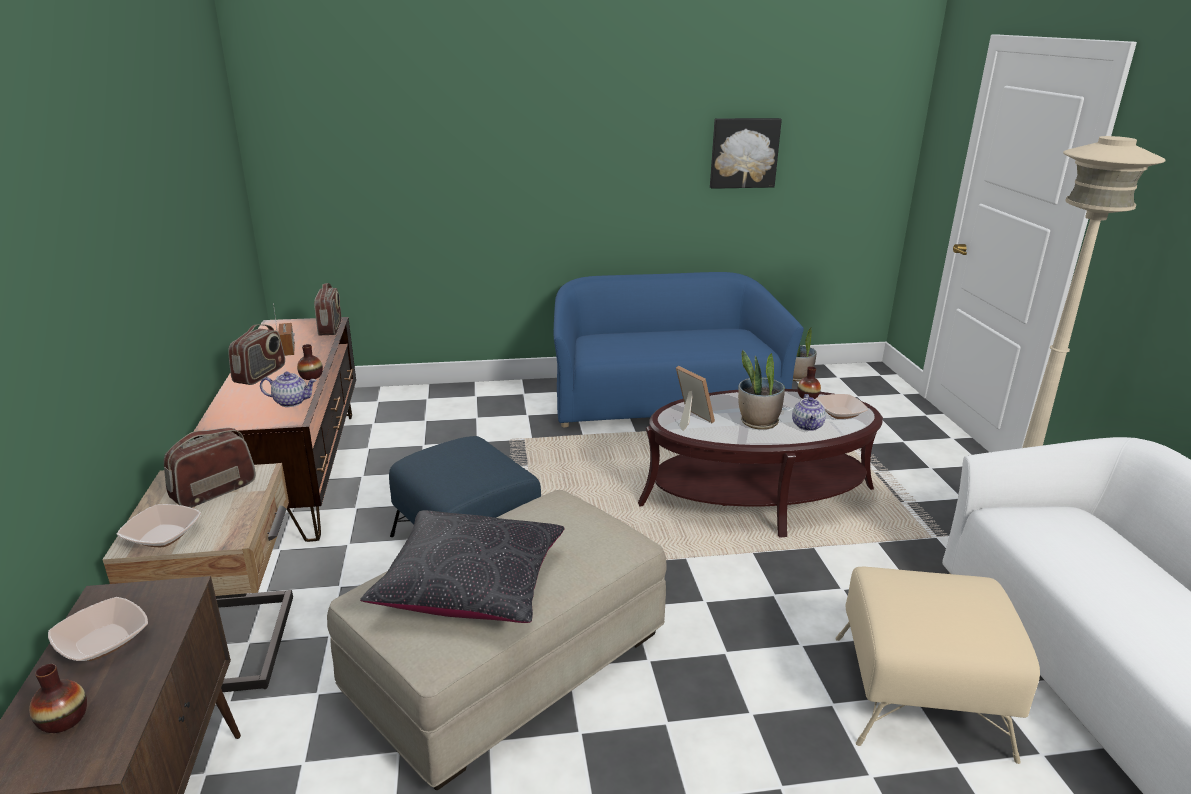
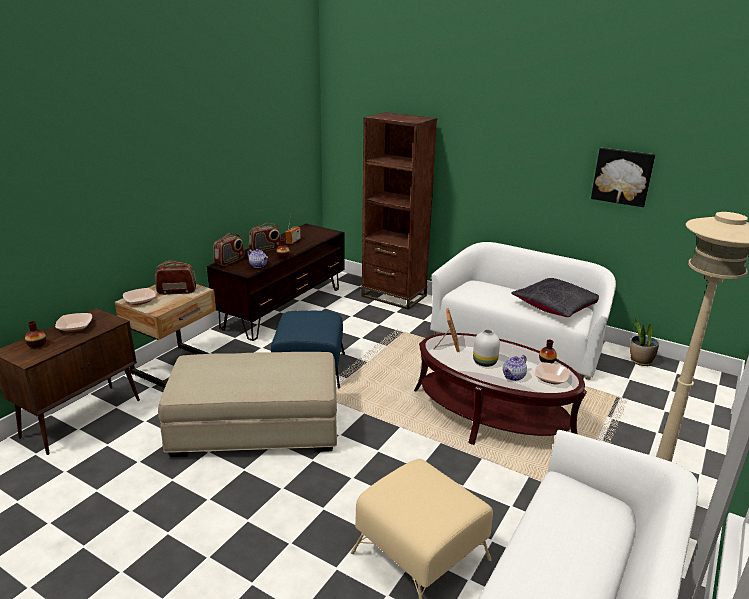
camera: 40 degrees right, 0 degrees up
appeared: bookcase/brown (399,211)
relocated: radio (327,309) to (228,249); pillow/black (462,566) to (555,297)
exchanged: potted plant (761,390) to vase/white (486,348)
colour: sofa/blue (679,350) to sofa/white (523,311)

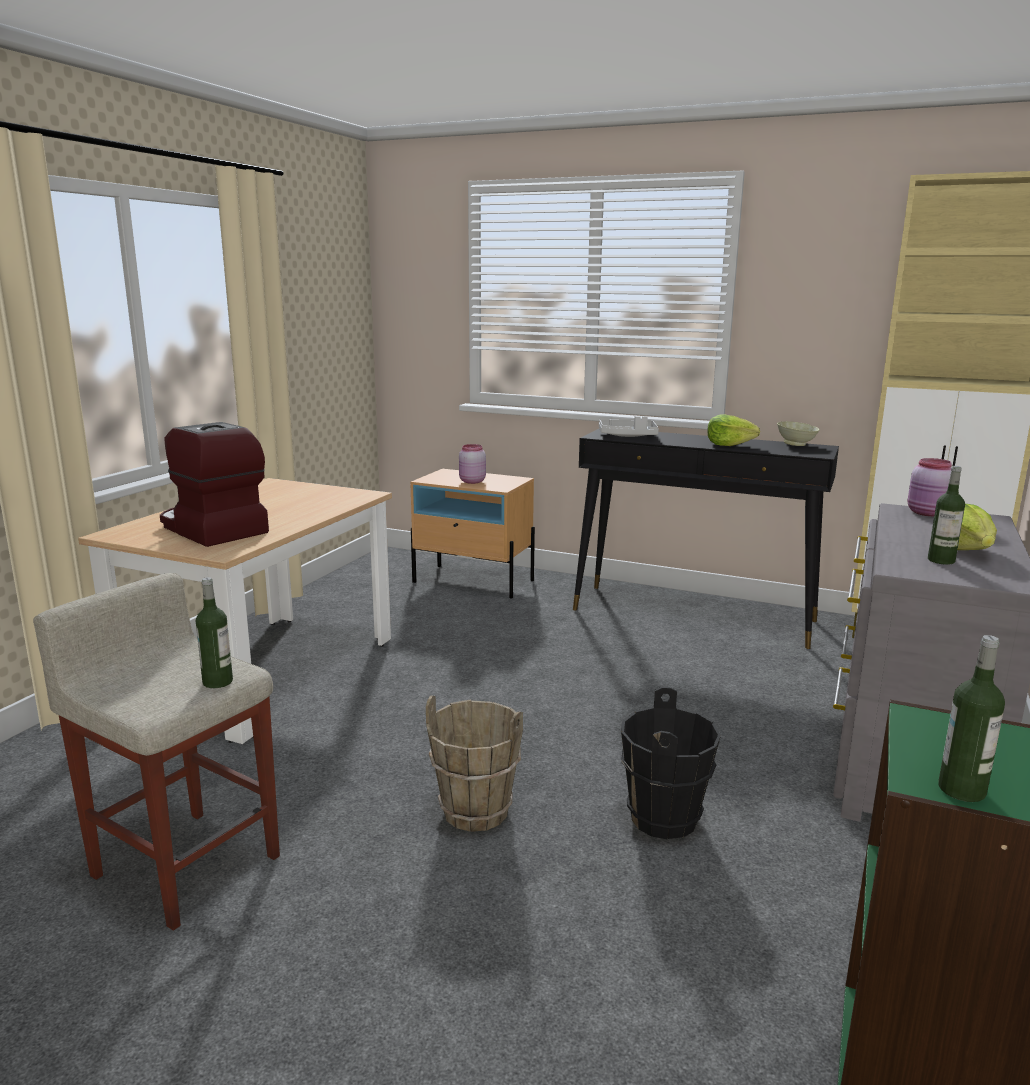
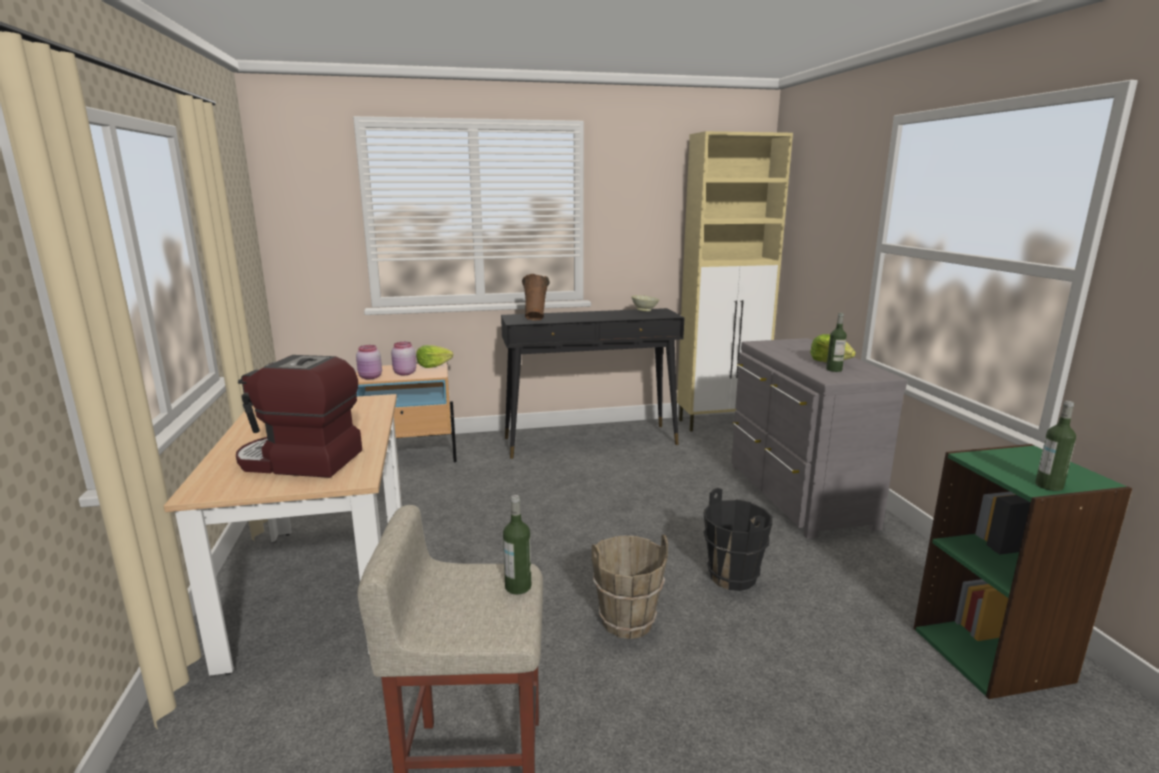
camera: 35 degrees left, 0 degrees up
relocated: lettuce (733,430) to (434,356); jar/pink (930,487) to (369,362)
exchanged: tray/grey (629,426) to vase/brown (536,297)

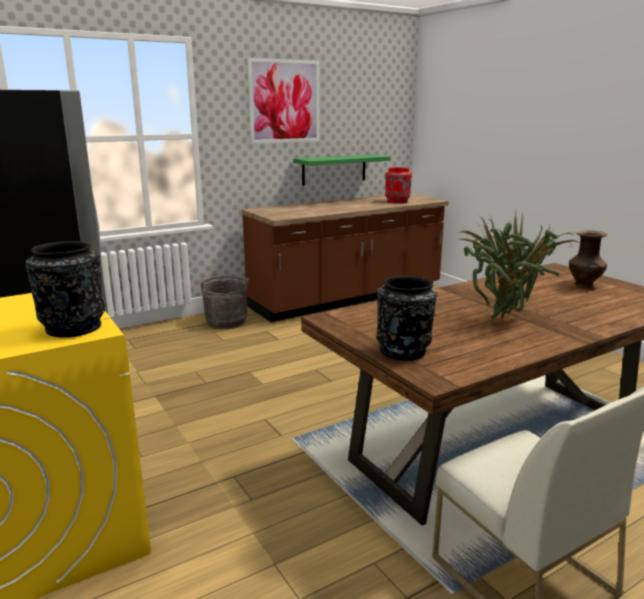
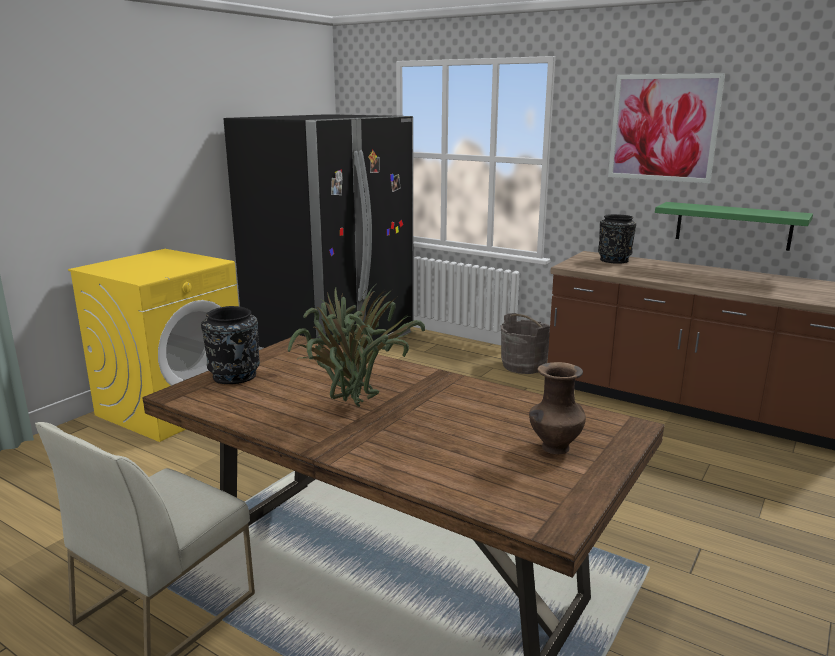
camera: 65 degrees right, 0 degrees up
missing: vase/red (398,185)
relocated: vase/black (65,289) to (617,239)

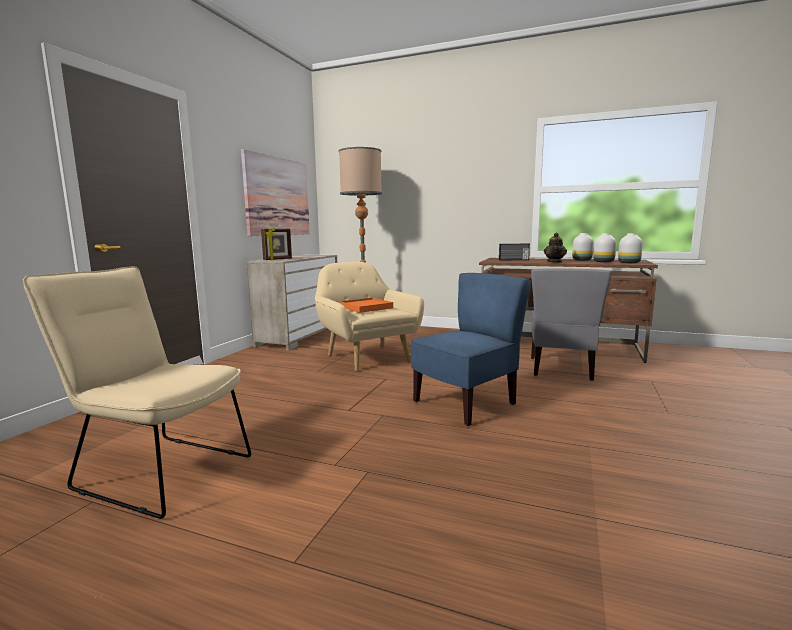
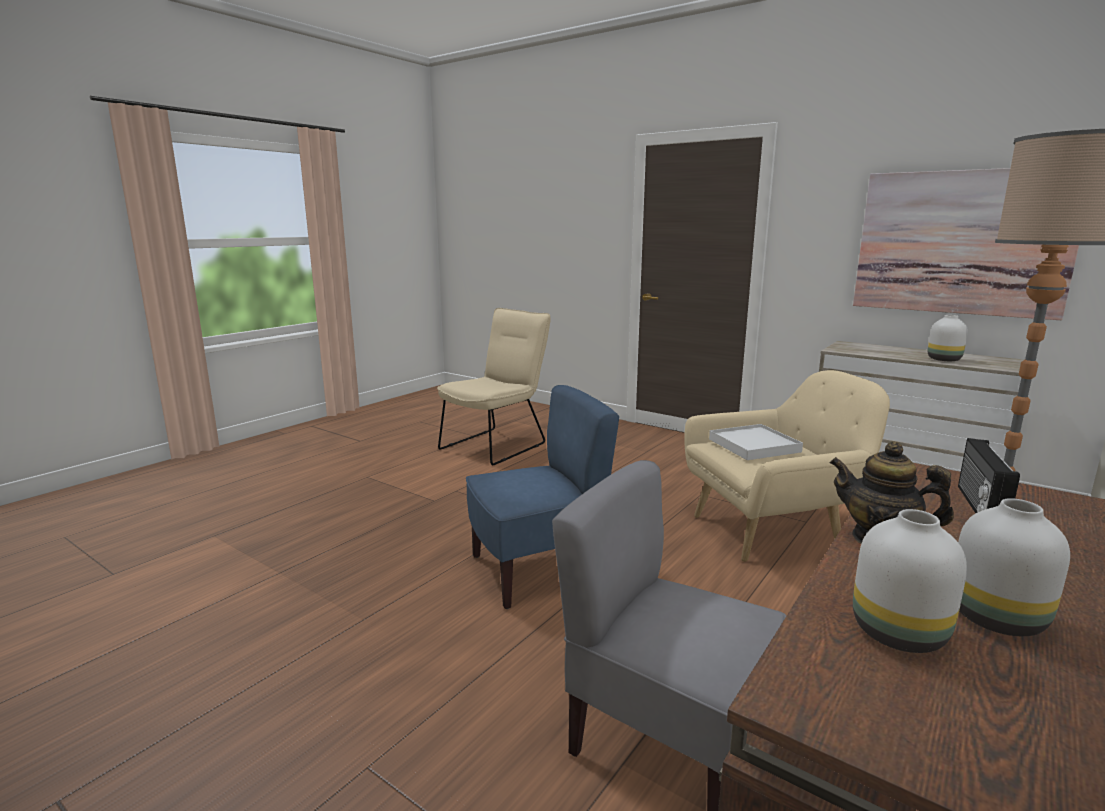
camera: 105 degrees right, 5 degrees up
missing: picture frame (276,244)
relocated: vase/white (630,248) to (948,338)
colour: tray/orange (366,305) to tray/white (756,442)
spun: chair/blue (471,349) = (542,497) 90 degrees counterclockwise

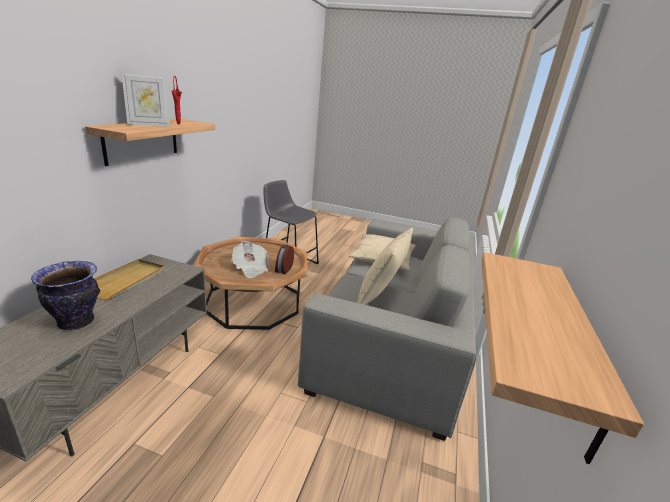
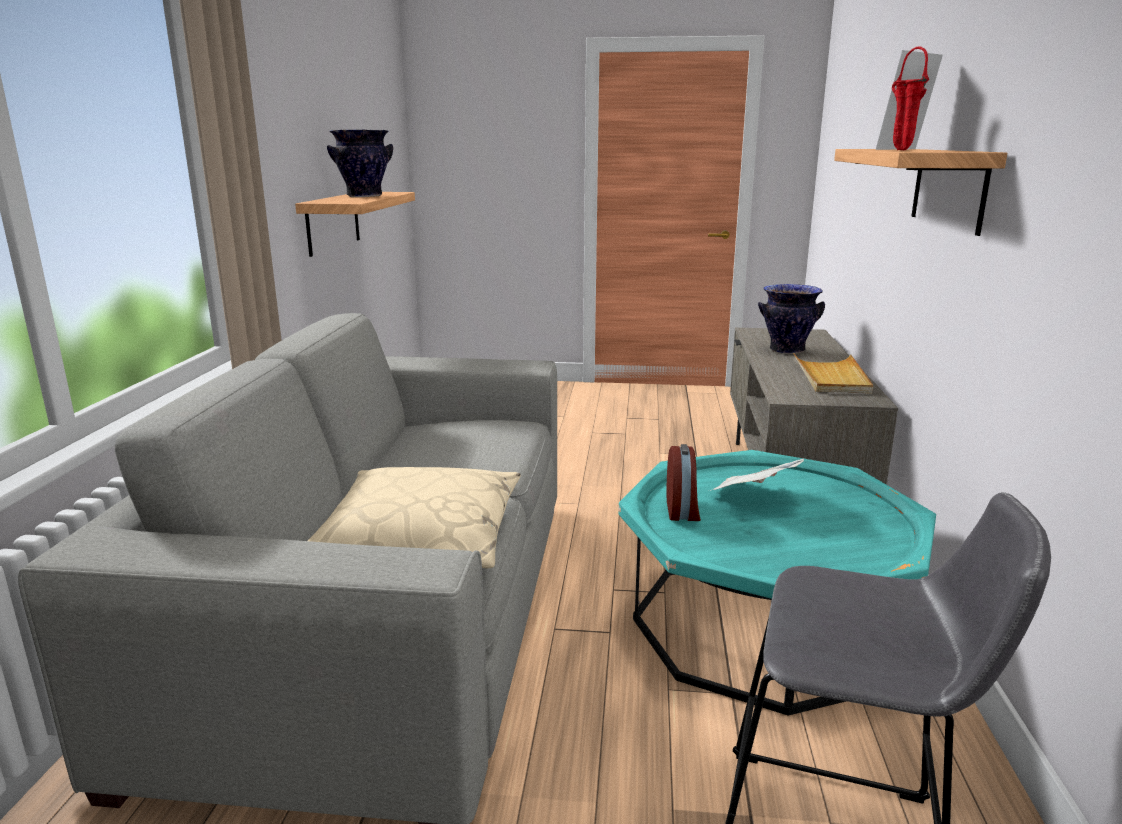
camera: 170 degrees right, 5 degrees down
missing: pillow/beige (385,266)
appeared: vase (360,163)
colour: coffee table/brown (250,283) to coffee table/turquoise (777,583)

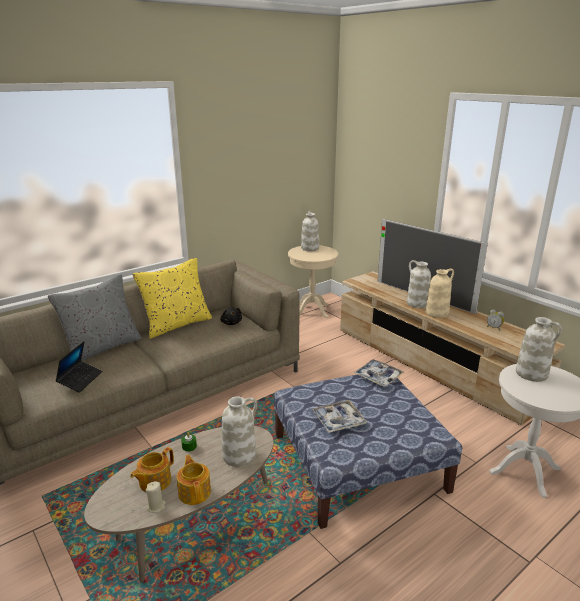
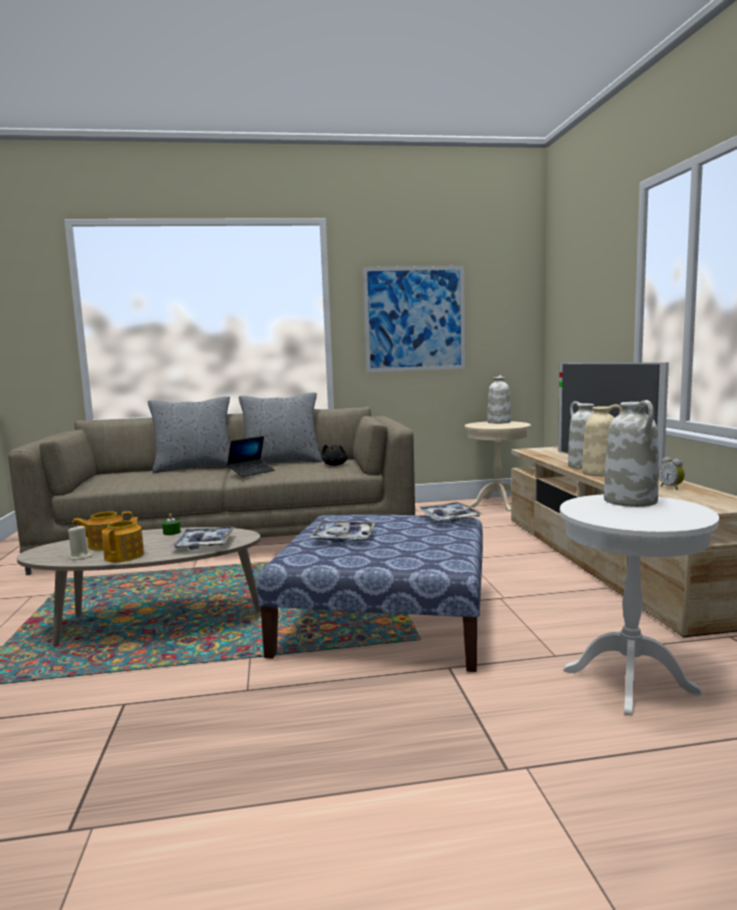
camera: 30 degrees right, 15 degrees down
appeared: picture (414,319)
relocated: laptop (78,367) to (251,456)
exchanged: vase/white (239,431) to tray (203,538)
colour: pillow/yellow (172,298) to pillow/grey (280,428)

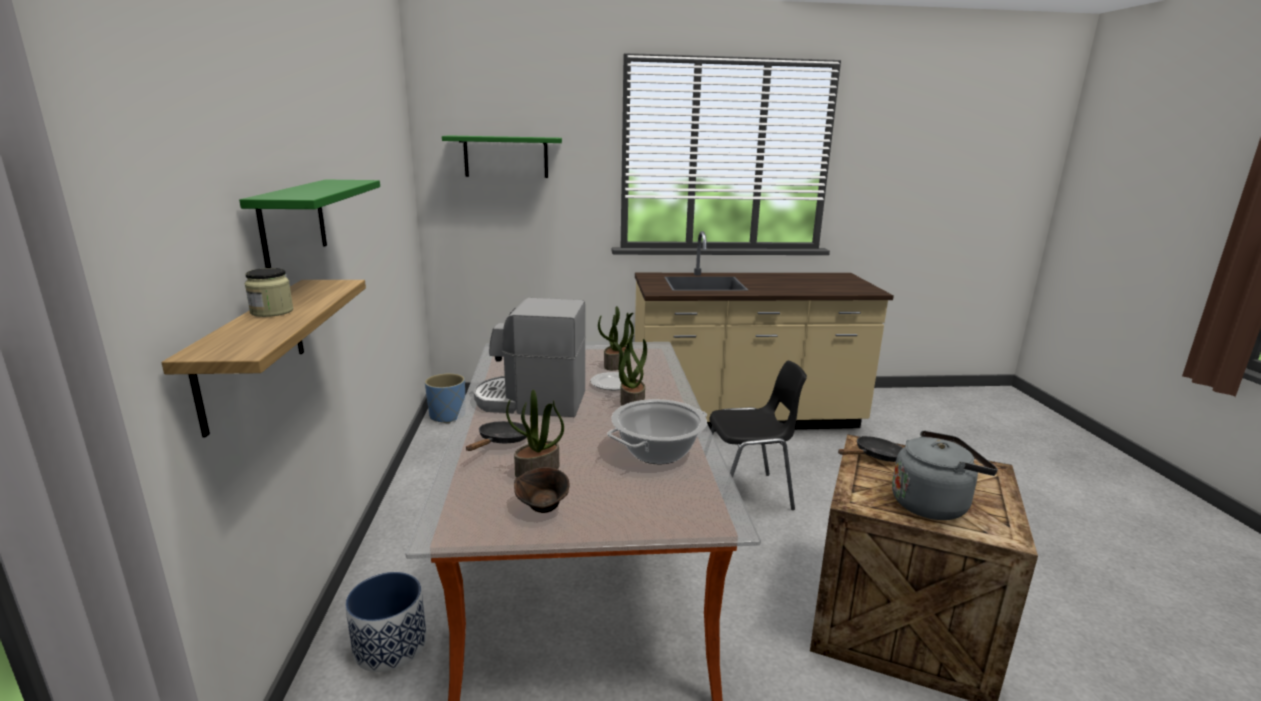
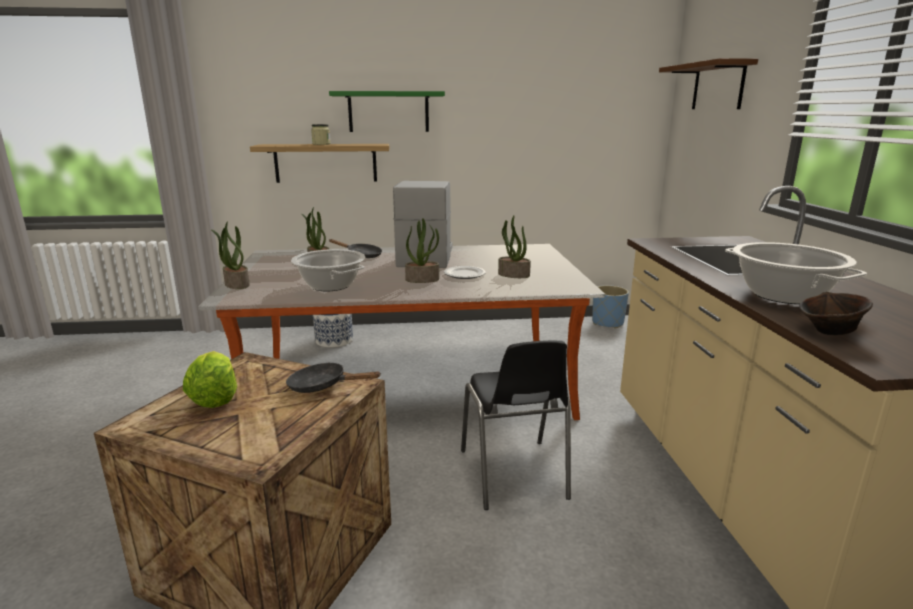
camera: 90 degrees right, 0 degrees up
appeared: potted plant (230,255); cooking pot (796,273)
relocated: bowl/brown (541,490) to (836,314)
exchanged: kettle/grey (945,475) to lettuce (210,379)
colour: shelf/green (502,156) to shelf/brown (708,83)
spun: frying pan/black (870,449) = (333,377) 135 degrees clockwise

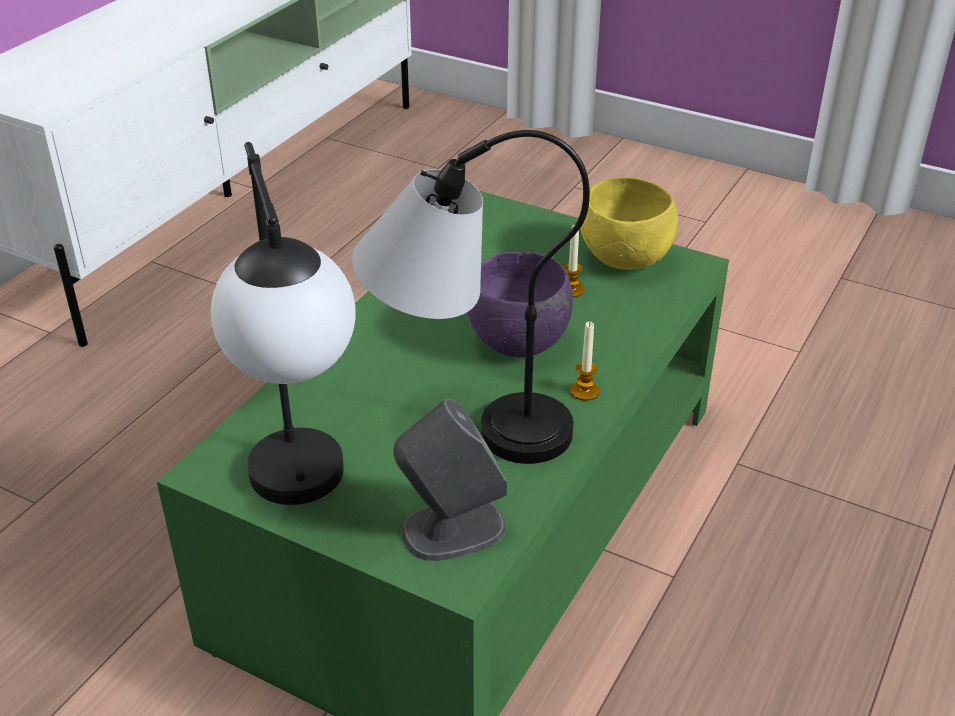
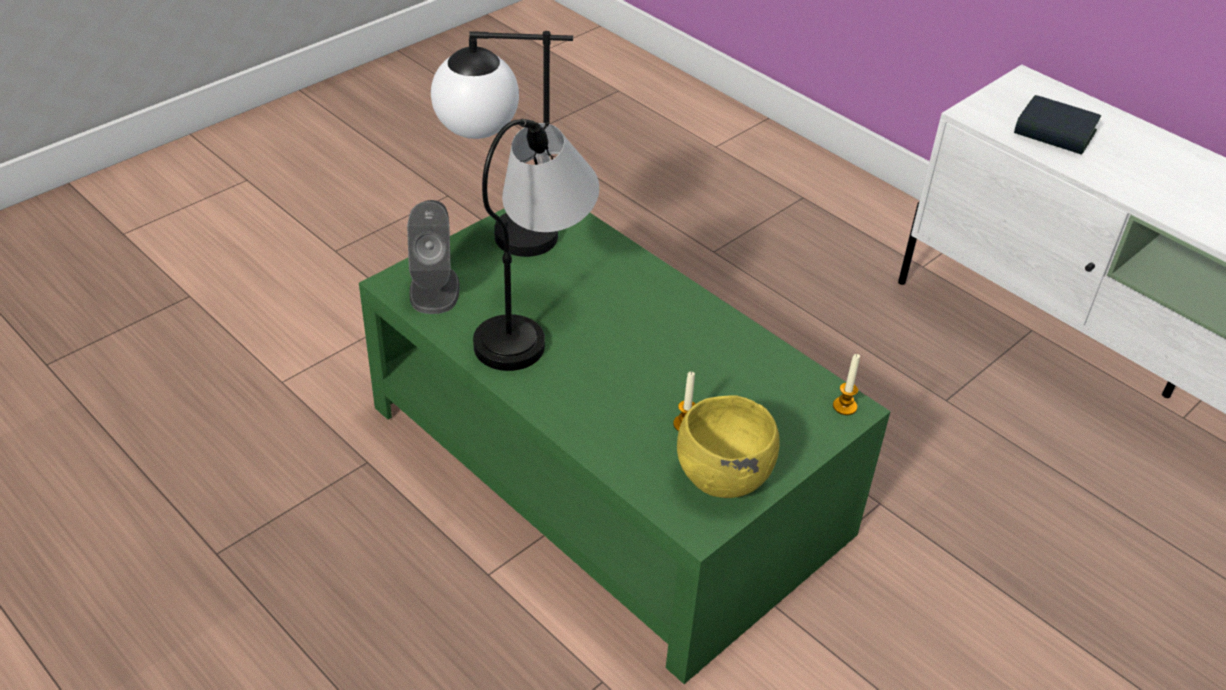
camera: 105 degrees right, 5 degrees up
missing: bowl/purple (520,305)
appeared: book (1057,125)
relocated: candle (585,361) to (846,384)

